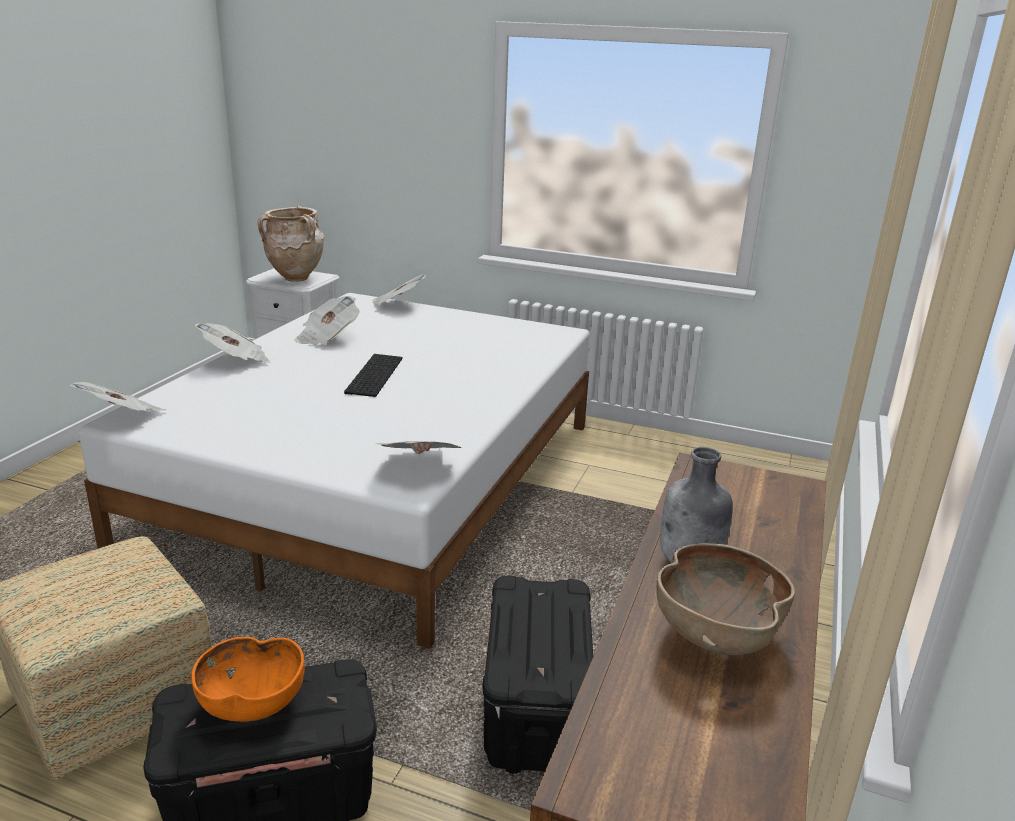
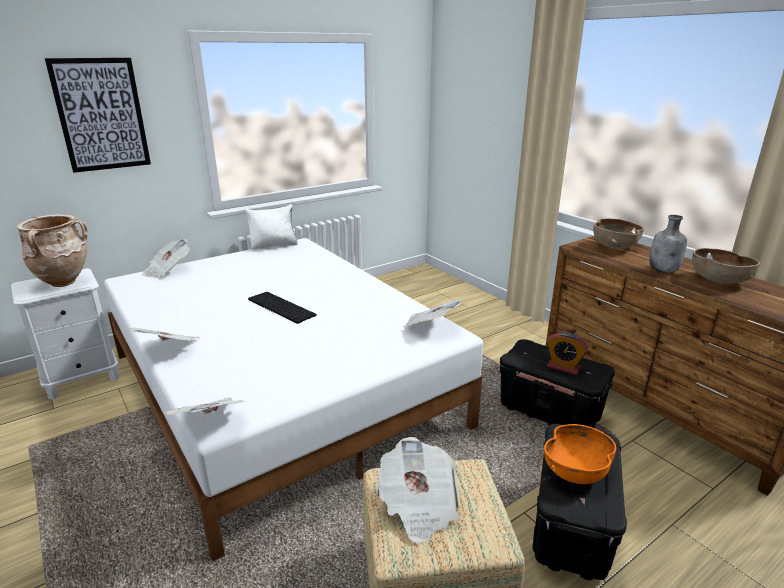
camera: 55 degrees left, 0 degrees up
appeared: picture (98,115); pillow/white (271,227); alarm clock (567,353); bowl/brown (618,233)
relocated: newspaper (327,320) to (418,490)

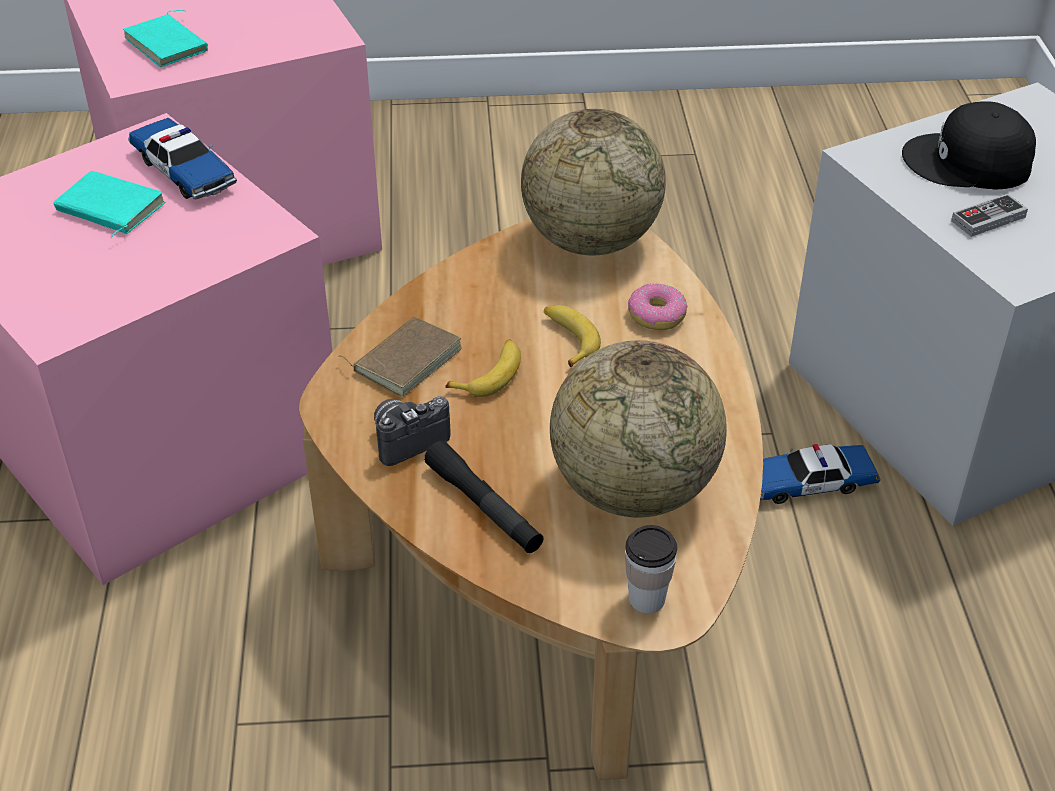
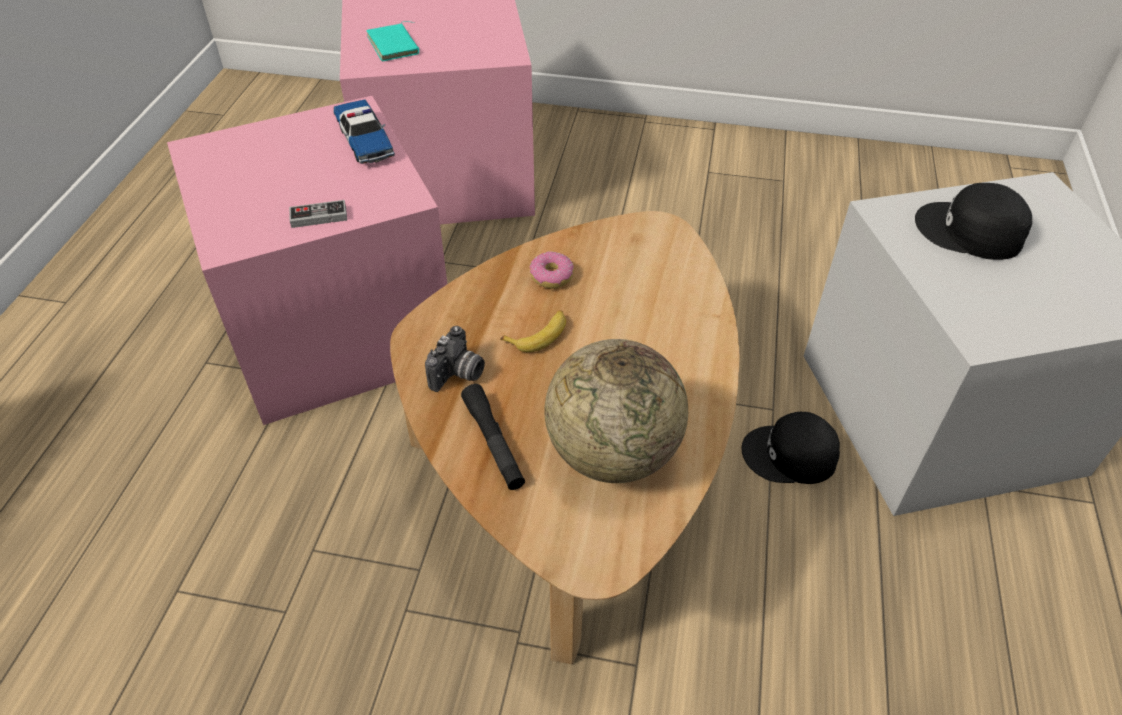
camera: 15 degrees right, 5 degrees up
missing: book/turquoise (109,204); book/brown (400,357); globe (593,182); banana (572,336); cup (651,569)
relocated: donut (658,306) to (552,270); game controller (989,215) to (318,214)
exchanged: toy car (820,474) to cap/black (791,448)
spun: photo camera (412,431) = (455,359) 135 degrees clockwise

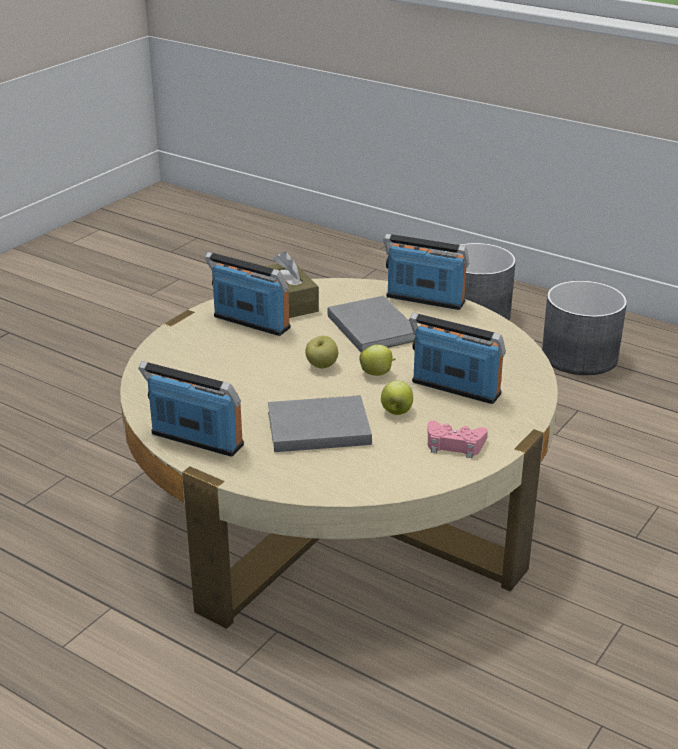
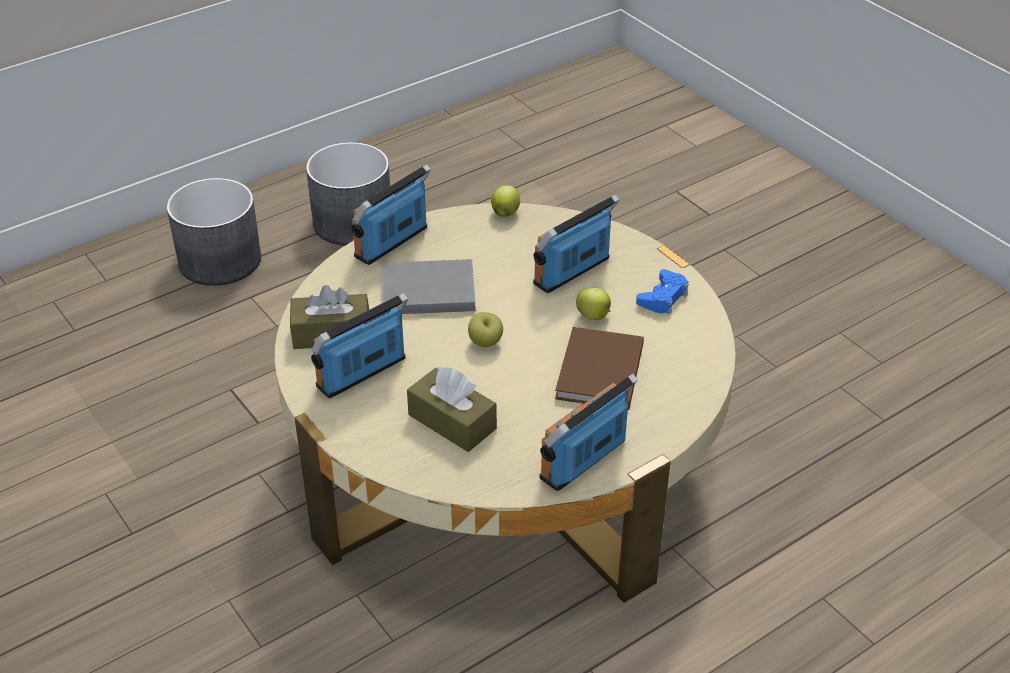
camera: 70 degrees left, 10 degrees up
appeared: tissue box/brown (452,409)
relocated: apple (377,360) to (505,201)
colour: book/grey (320,423) to book/brown (599,368); game controller/pink (458,439) to game controller/blue (662,292)

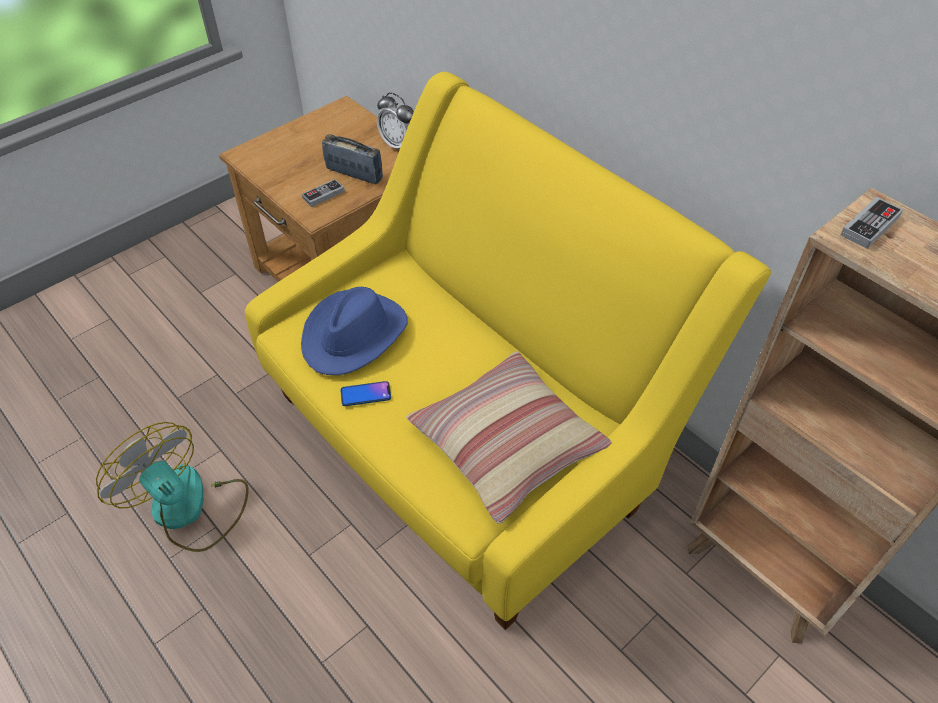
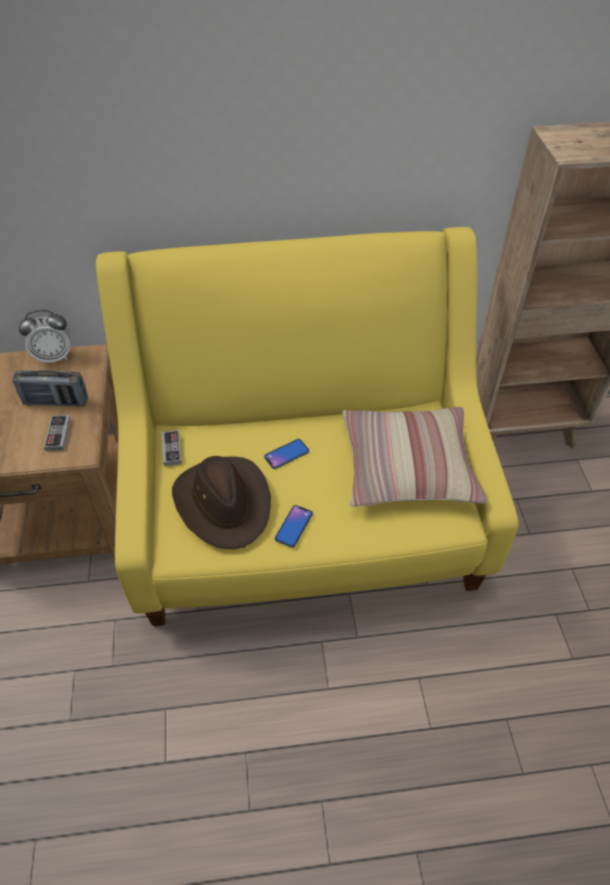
camera: 55 degrees left, 0 degrees up
missing: fan (172,487)
appeared: phone (286,454)
relocated: game controller (871,223) to (172,448)
colour: hat/blue (354,331) to hat/brown (221,502)
spun: radio (352,159) = (50,388) 150 degrees counterclockwise

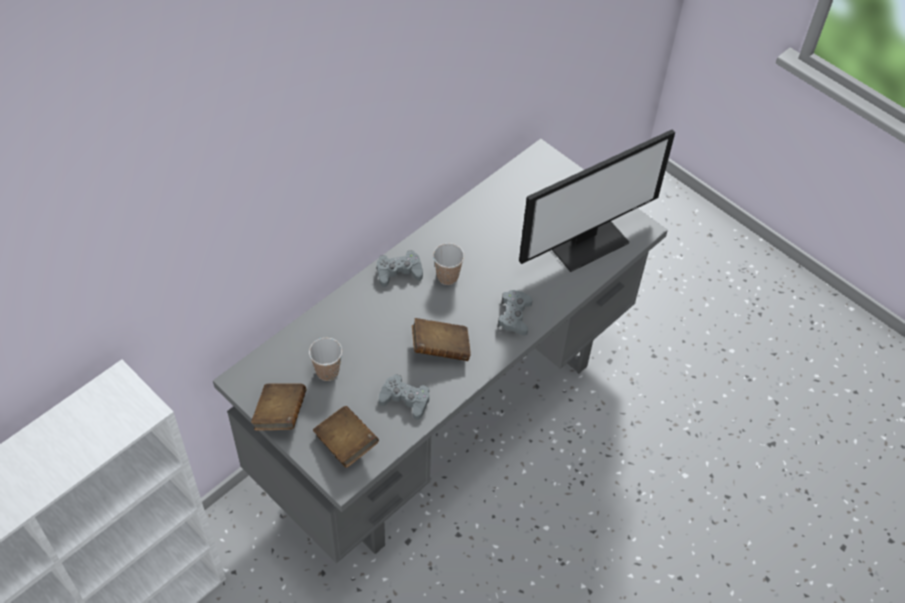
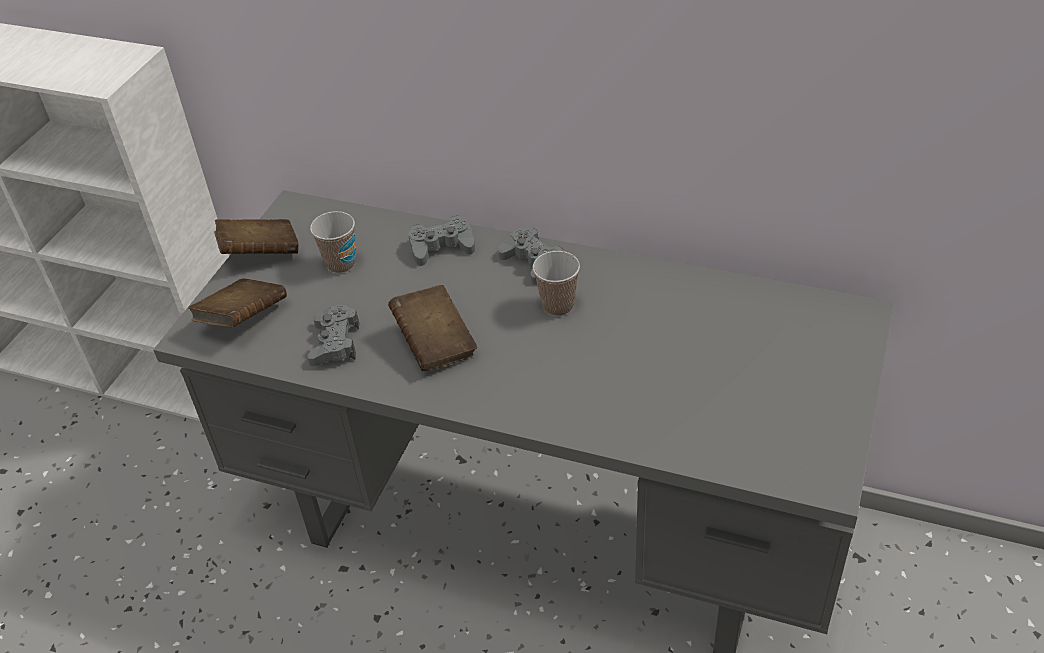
camera: 70 degrees right, 10 degrees down
missing: monitor (597,200)
relocated: game controller/grey (515,313) to (441,241)

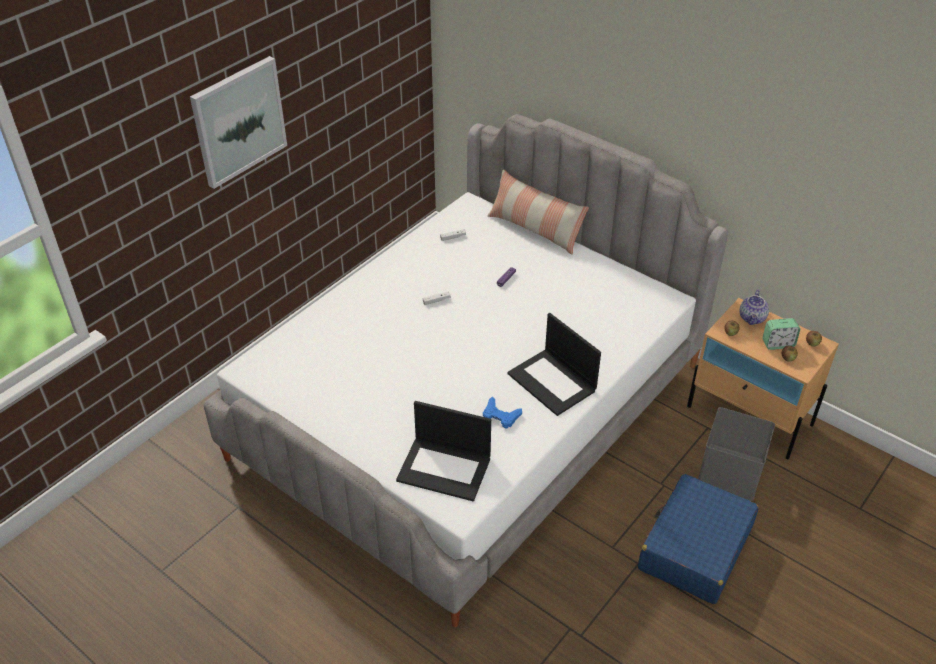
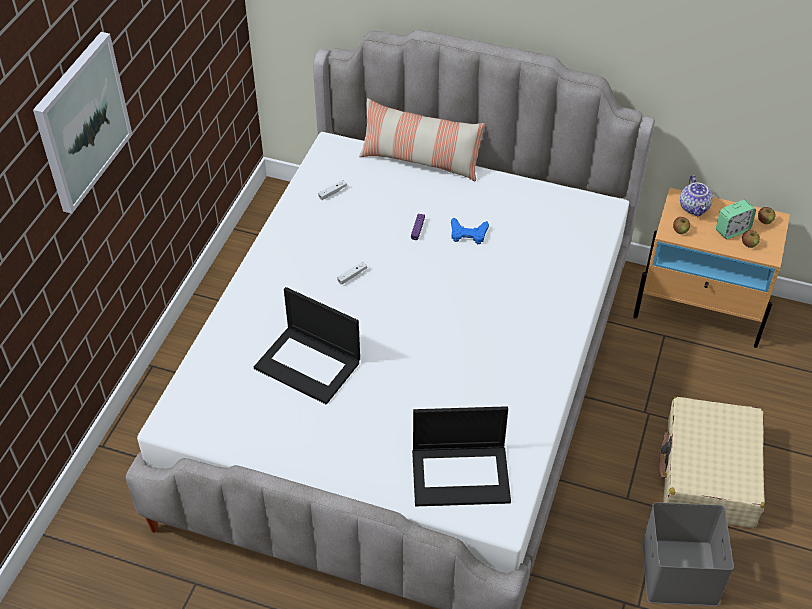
camera: 20 degrees left, 5 degrees up
relocated: game controller/blue (502,412) to (470,230); laptop (554,364) to (307,346); storage box/grey (736,454) to (688,554)
colour: suitcase/blue (698,539) to suitcase/beige (711,462)

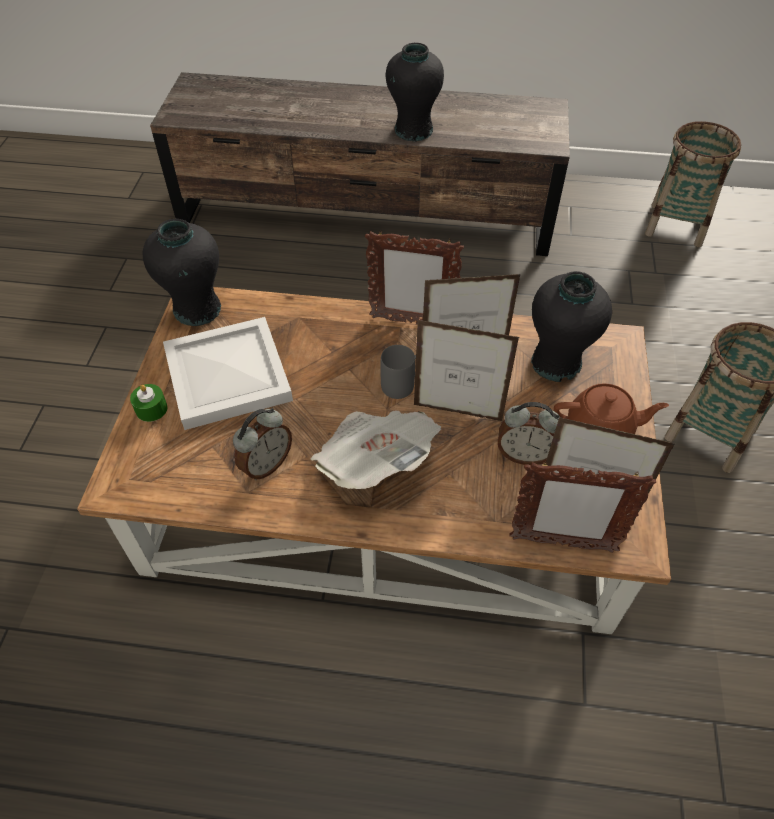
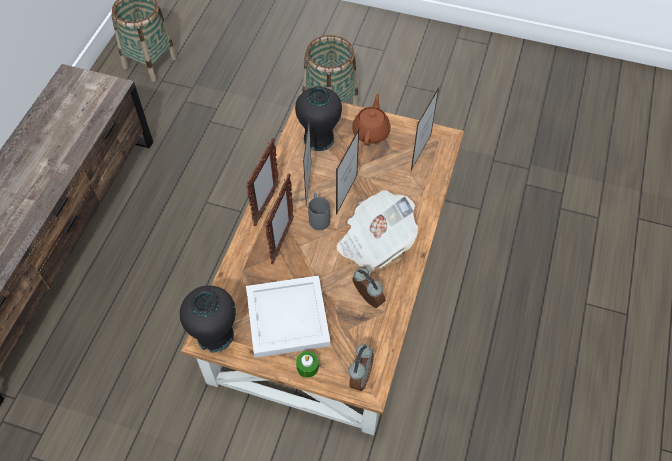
camera: 80 degrees left, 5 degrees up
missing: vase/black (415,92)
relocated: alarm clock (529,433) to (361,367); picture frame (582,507) to (279,218)

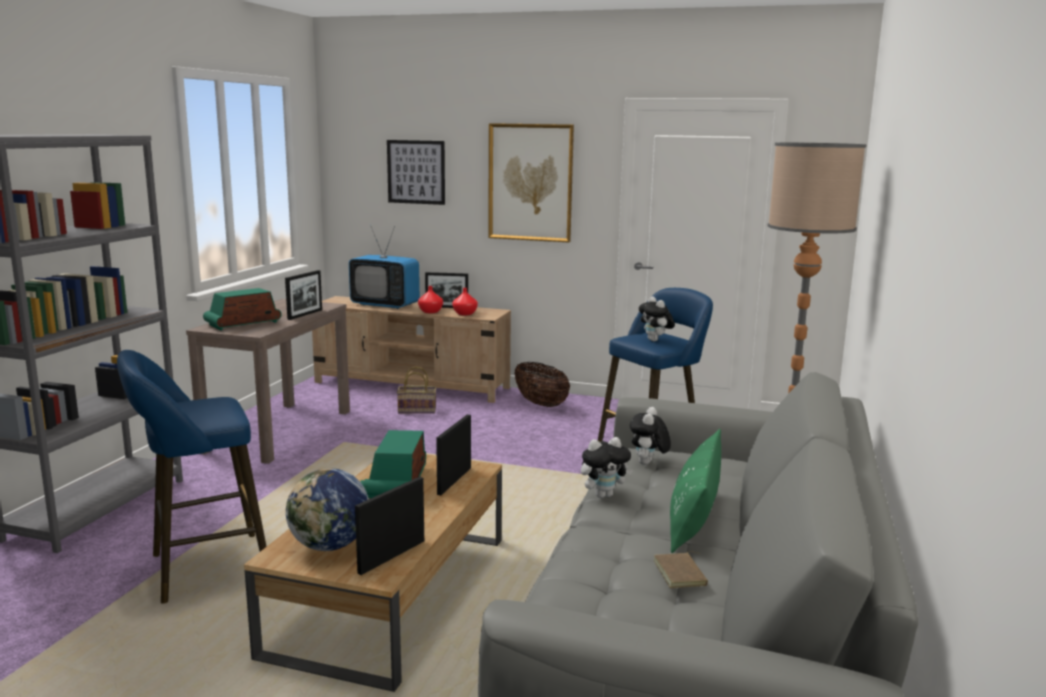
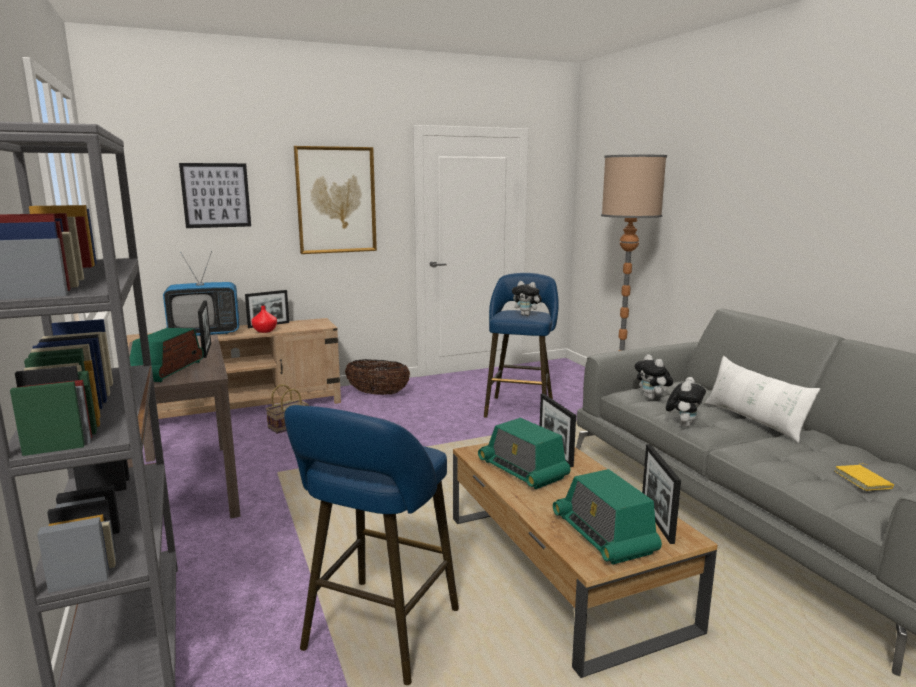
camera: 40 degrees left, 0 degrees up
missing: vase/red (465,302); book/brown (681,569)
appeared: book/yellow (864,477)
exchanged: globe (327,509) to radio (607,517)
colour: pillow/green (695,491) to pillow/white (762,399)

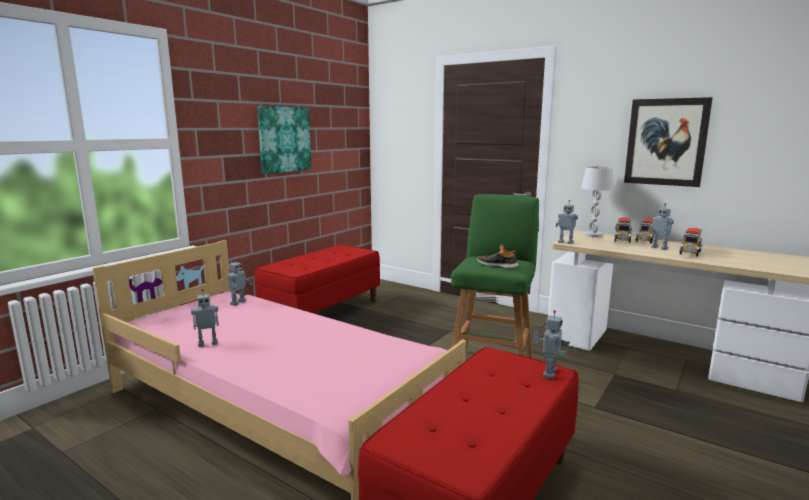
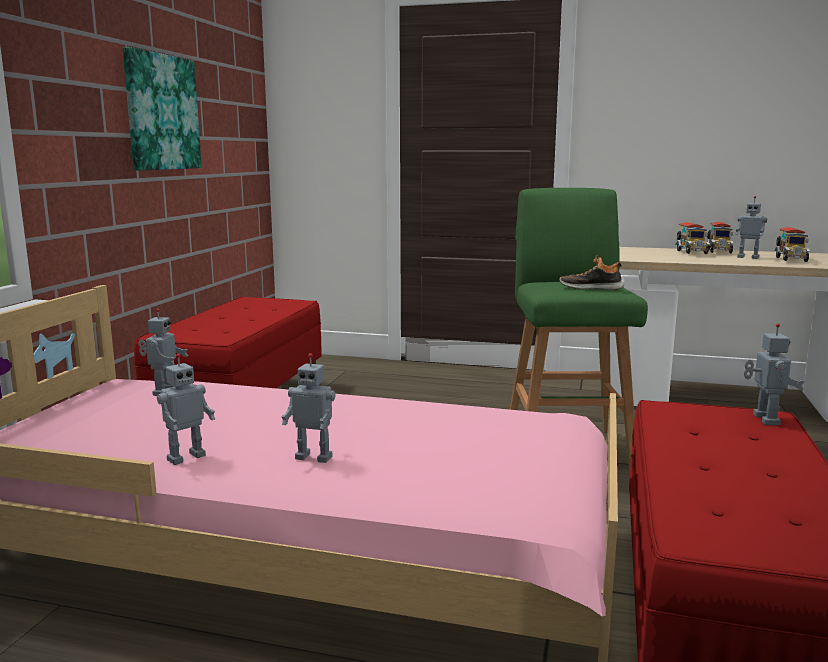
camera: 20 degrees left, 0 degrees up
missing: table lamp/white (597,202); picture (668,142)
relocated: toy robot (567,222) to (308,408)

